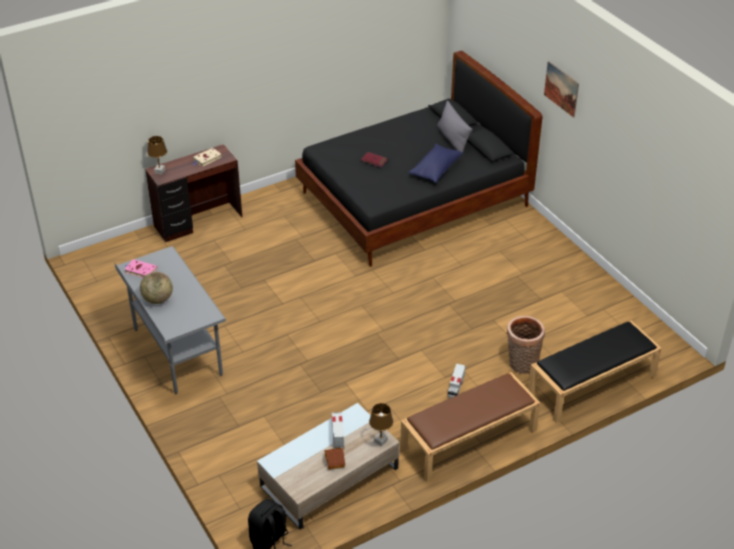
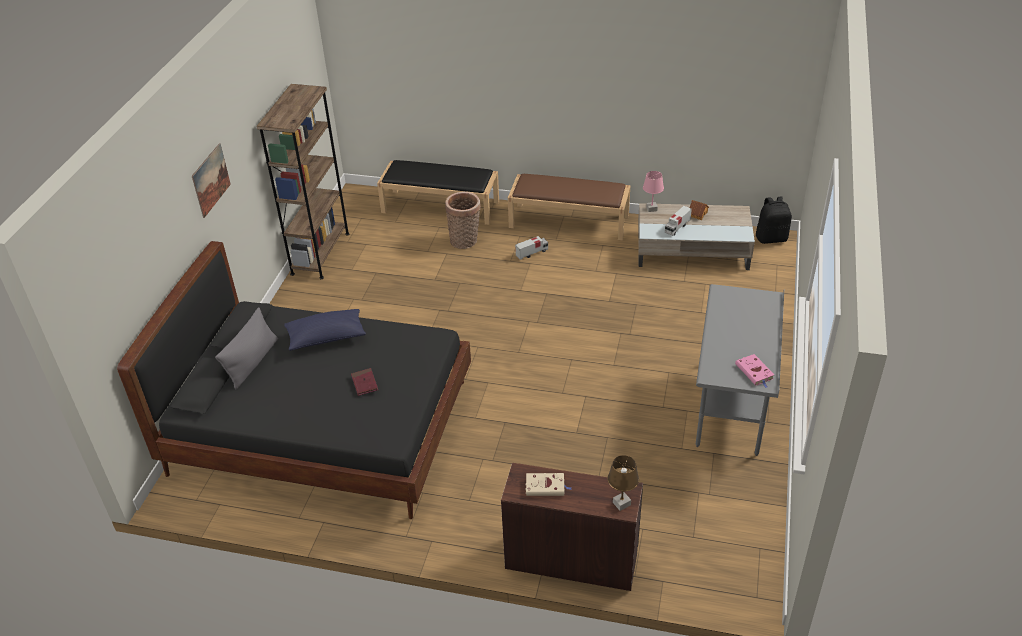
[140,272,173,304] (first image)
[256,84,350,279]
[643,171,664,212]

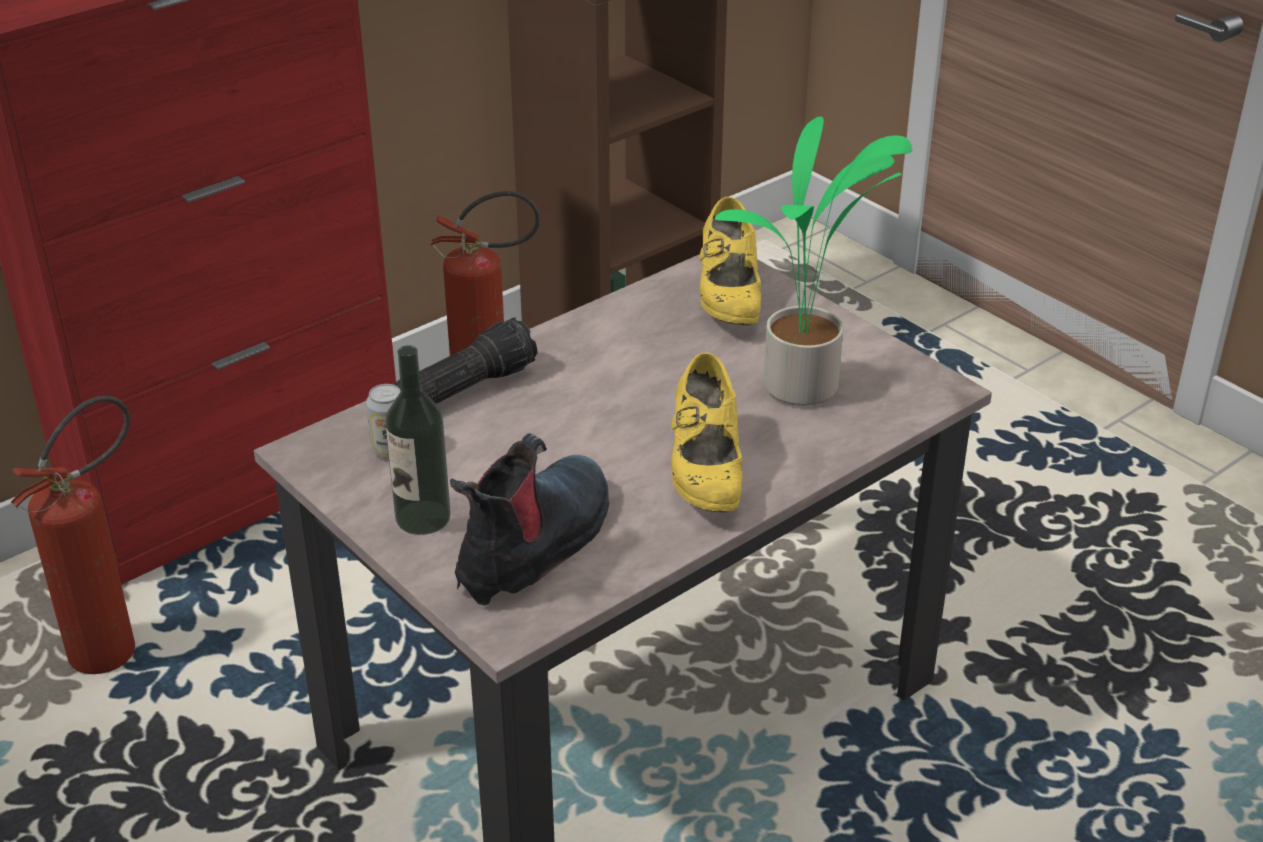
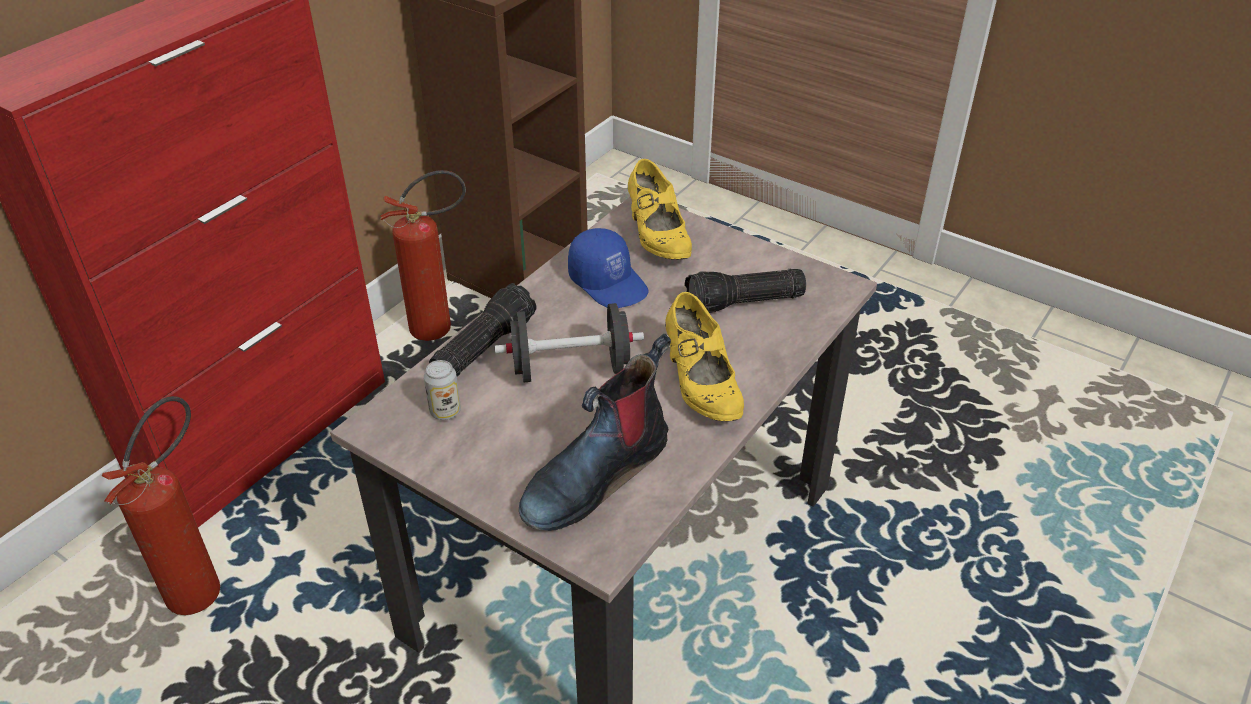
[385,345,451,535] (first image)
[495,303,644,382]
[568,228,649,308]
[684,269,806,313]
[519,333,671,531]

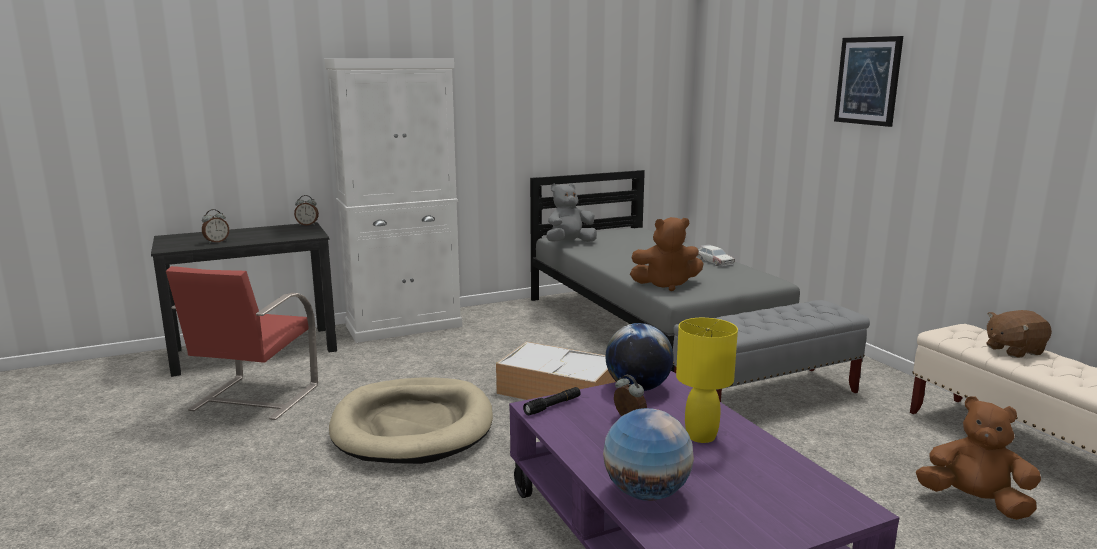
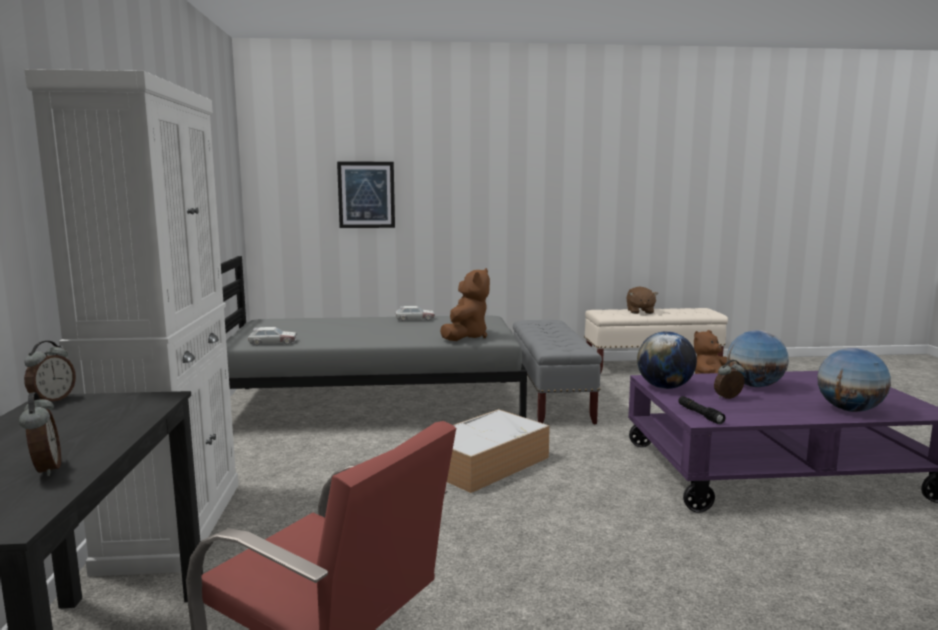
[329,377,493,464] (first image)
[337,162,395,228]
[248,327,297,345]
[727,330,789,387]

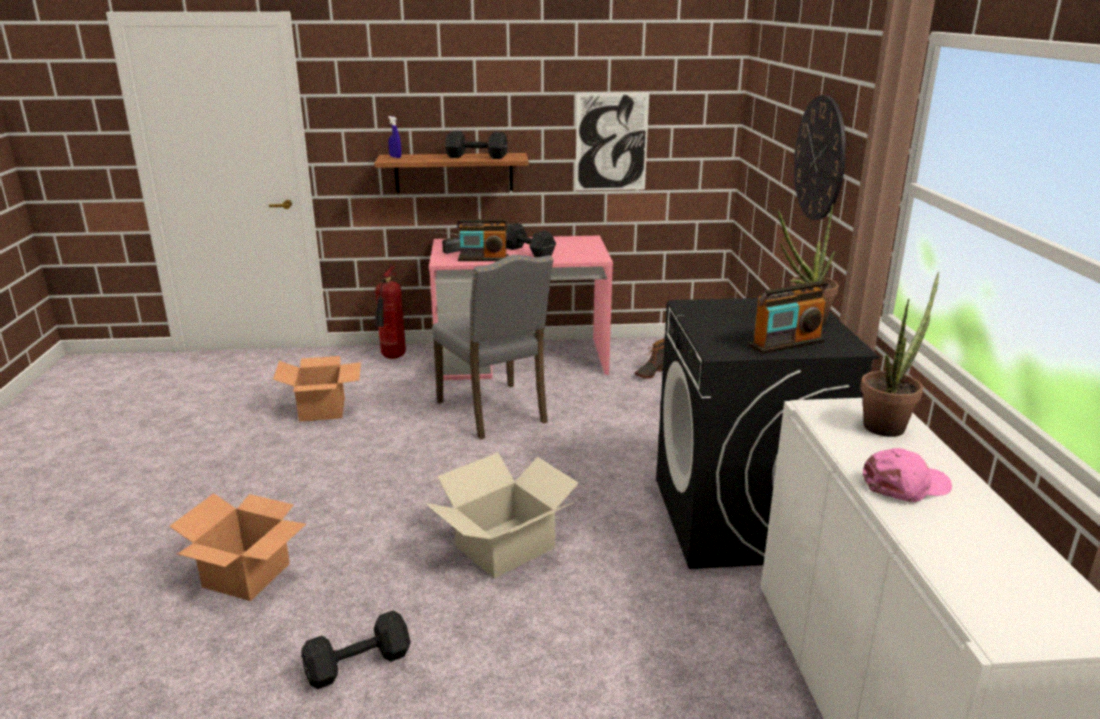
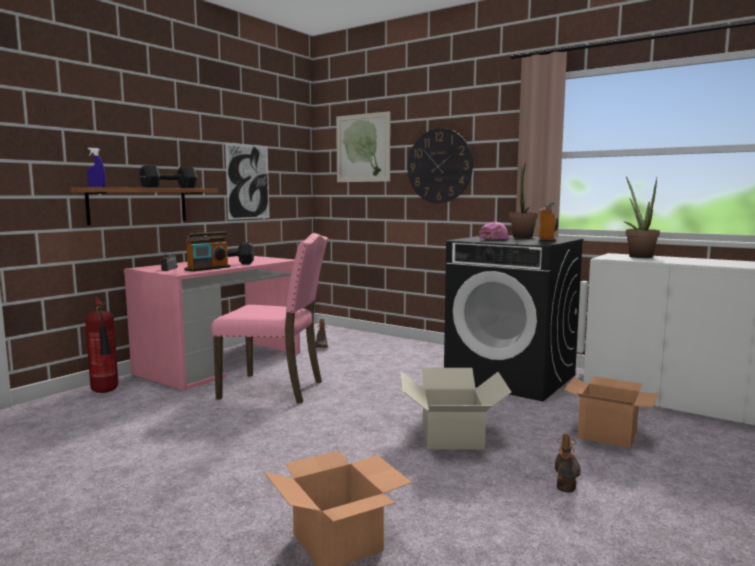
[301,610,411,689] (first image)
[336,111,390,182]
[555,434,581,492]
[564,376,658,448]
[479,221,508,239]
[211,233,328,403]

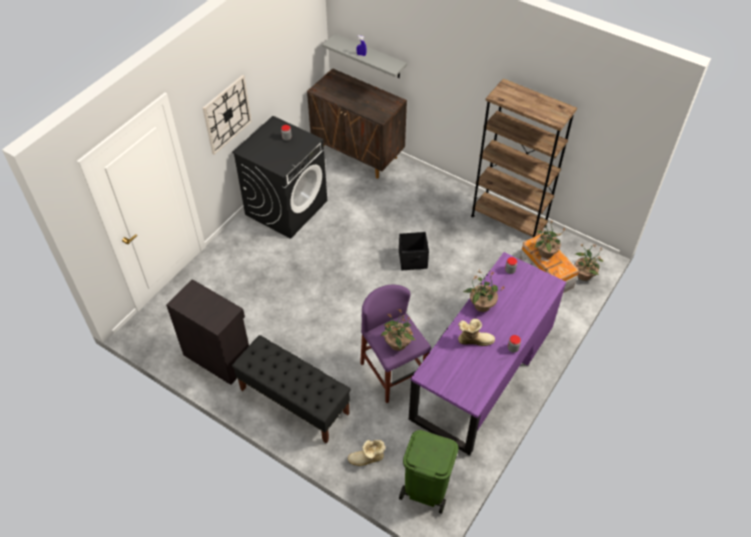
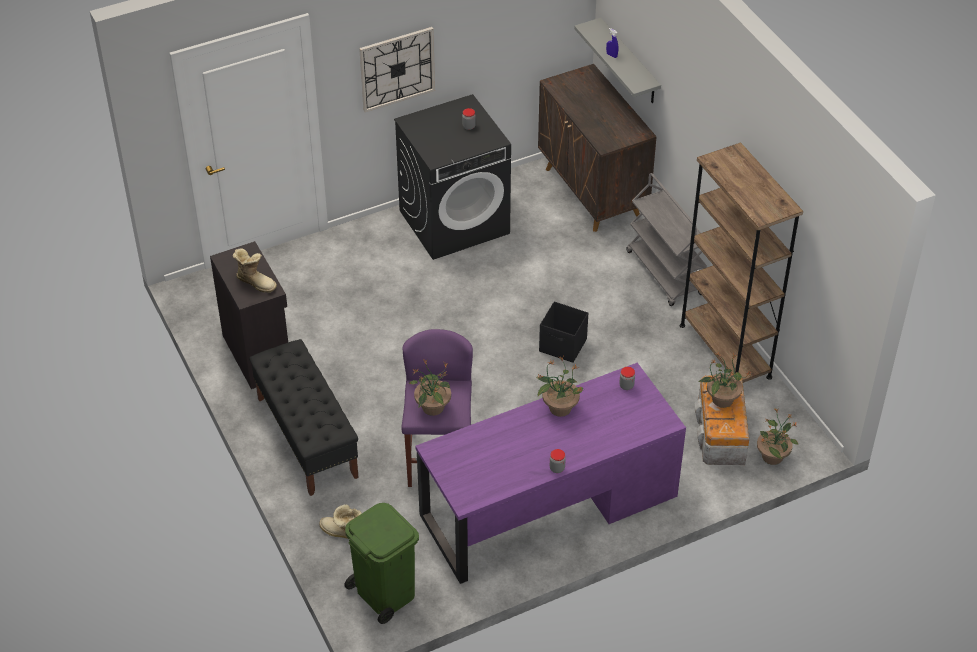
[626,173,707,306]
[232,248,277,293]

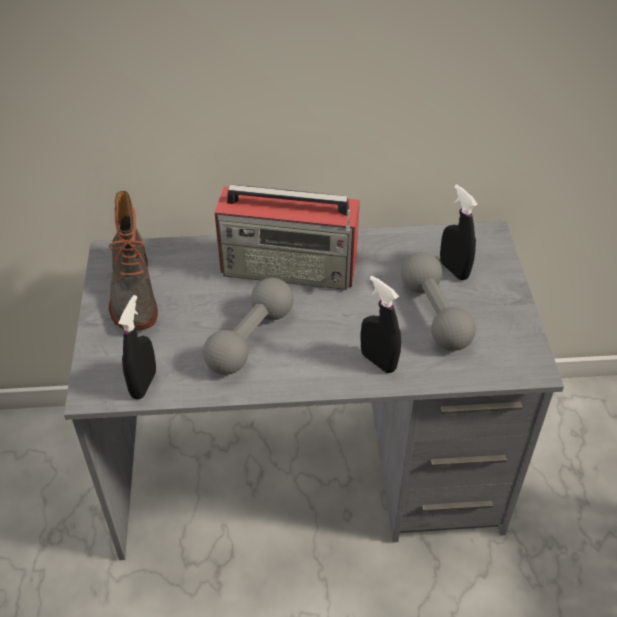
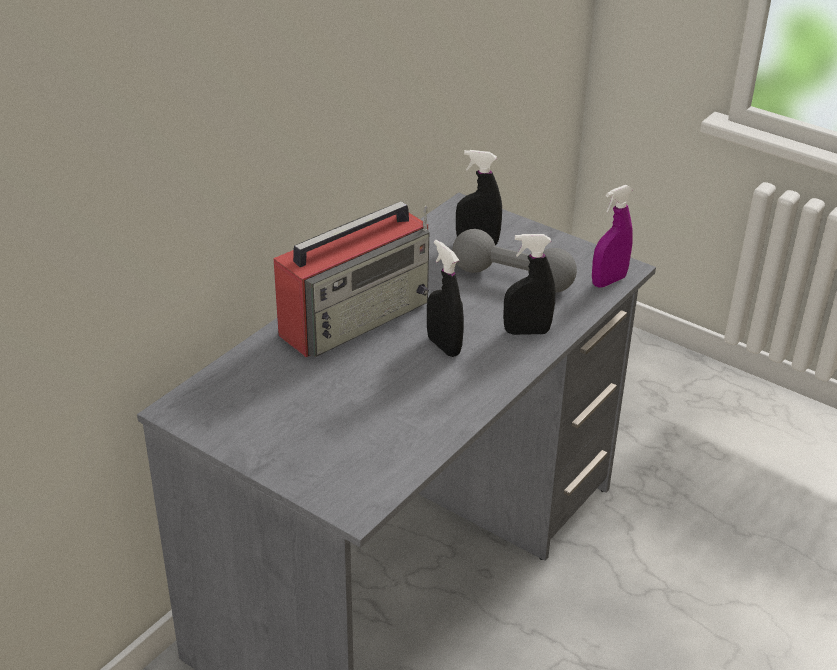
[109,191,158,330] (first image)
[203,278,294,375] (first image)
[592,185,633,288]
[427,240,464,357]

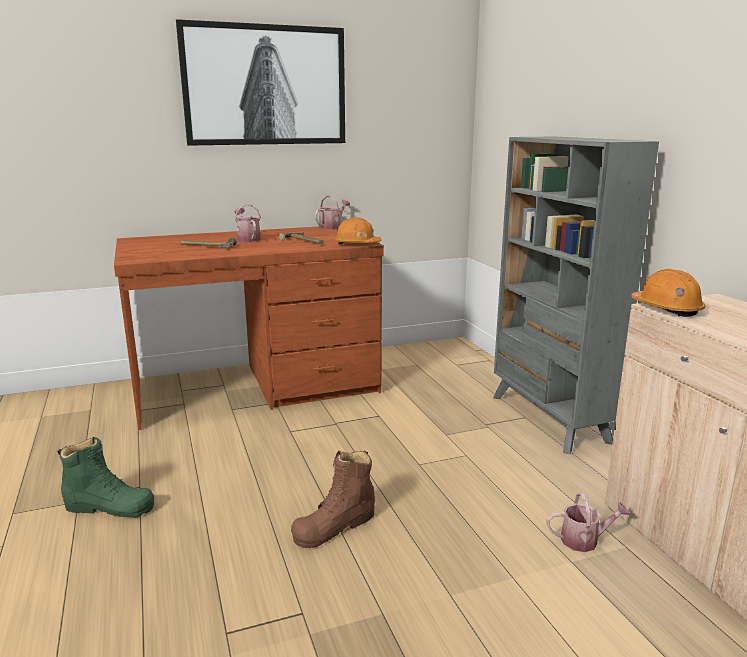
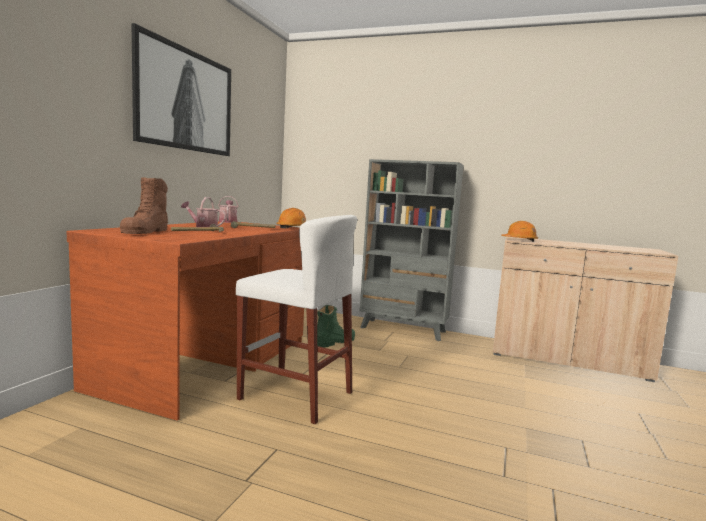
[547,493,630,552] (first image)
[236,215,357,424]
[317,305,355,348]
[120,177,168,234]

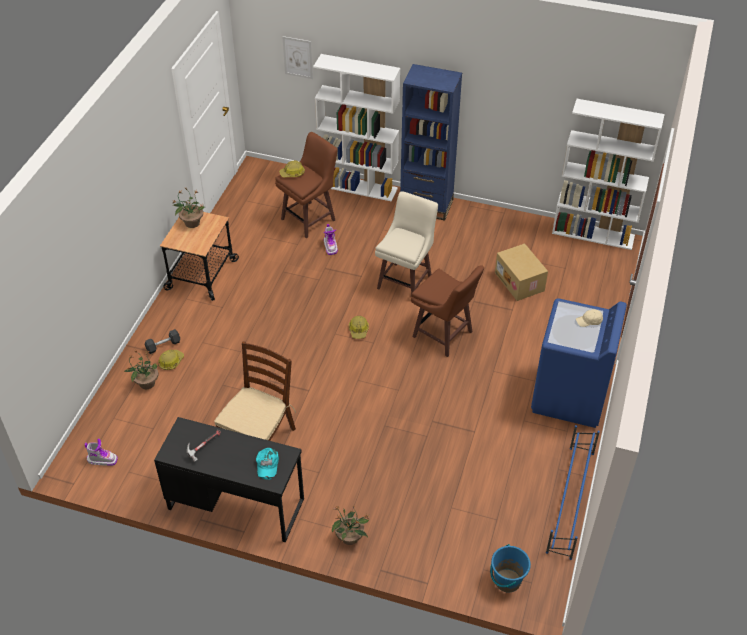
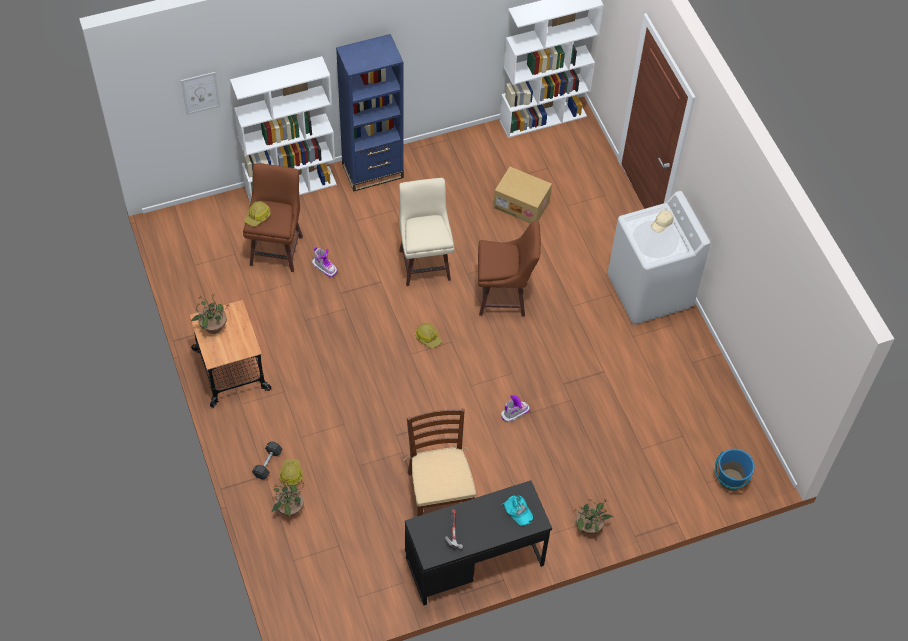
[546,425,600,560] (first image)
[501,395,530,422]
[608,191,710,325]

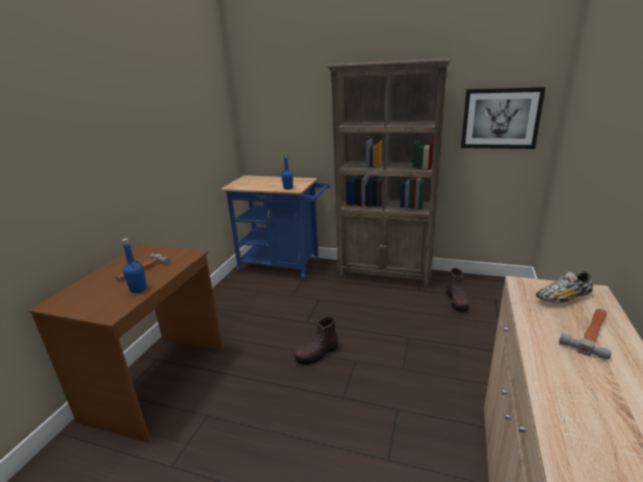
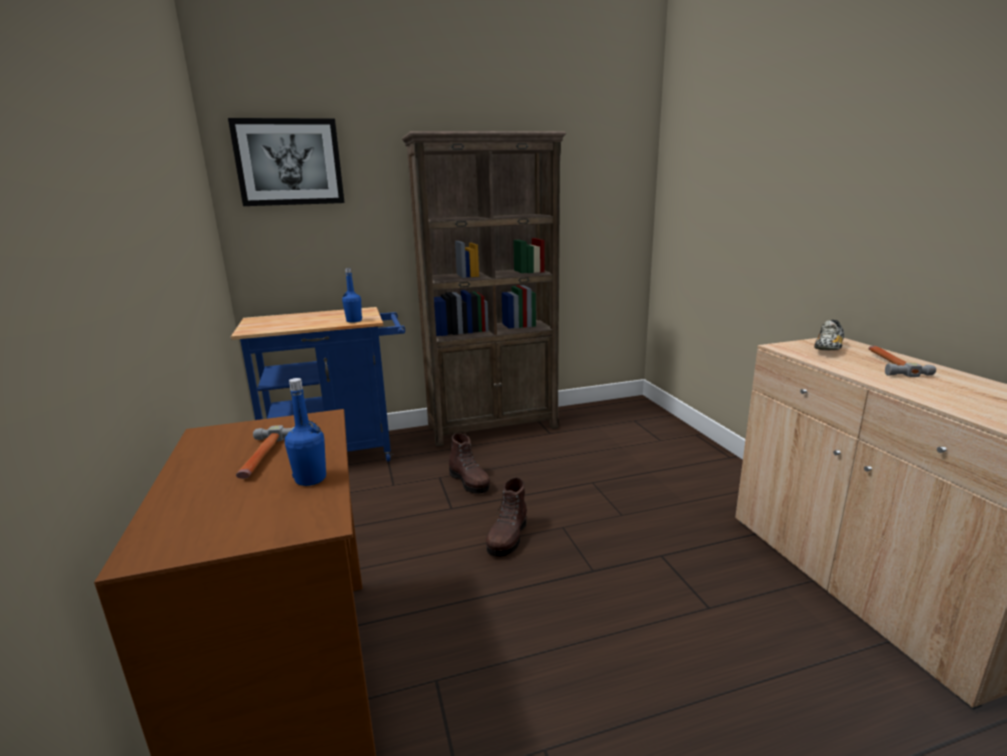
[449,433,490,494]
[228,118,345,206]

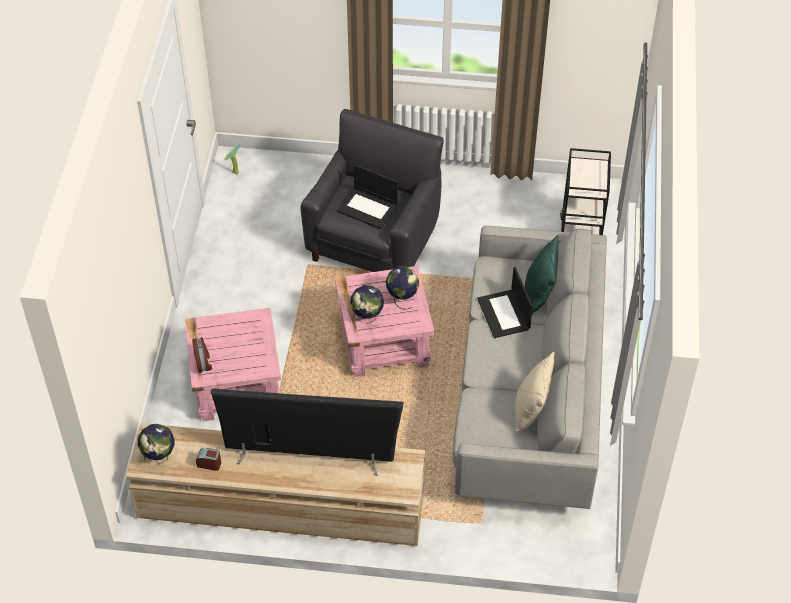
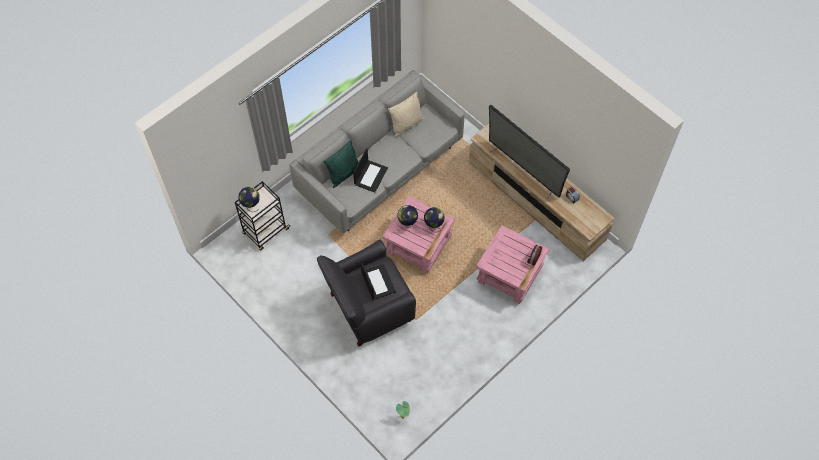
[238,187,260,212]

